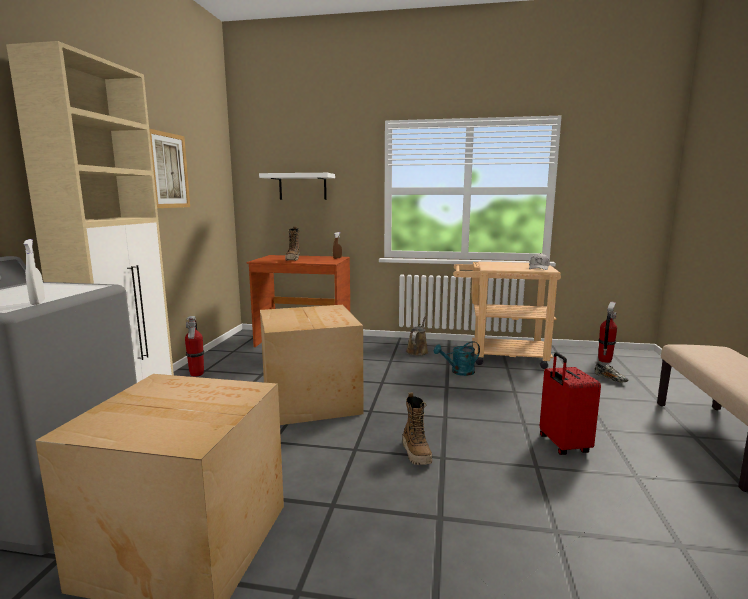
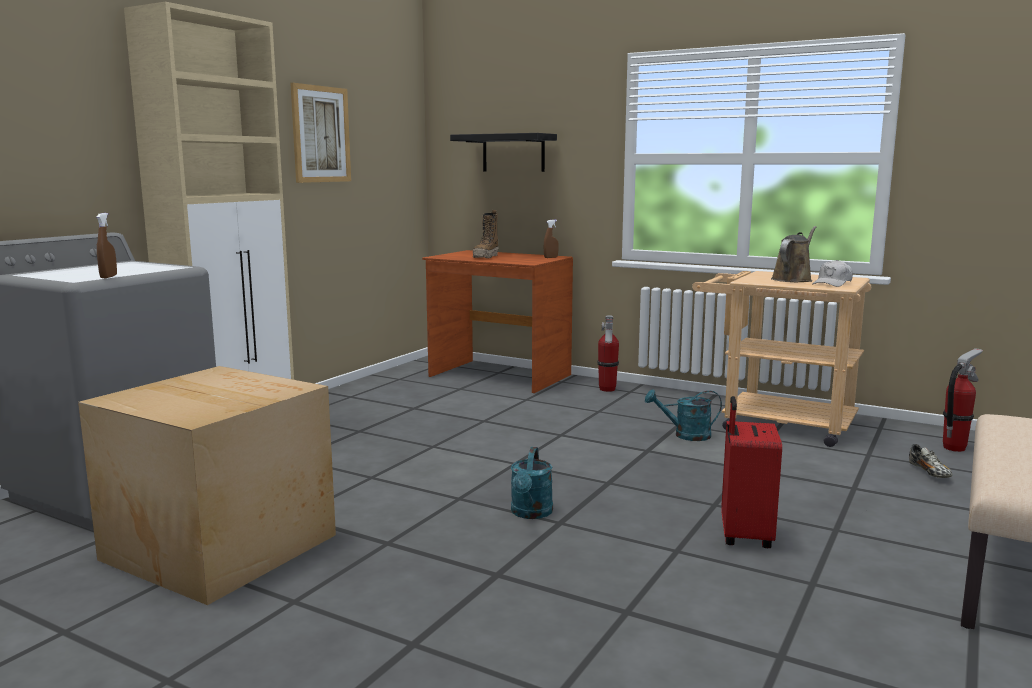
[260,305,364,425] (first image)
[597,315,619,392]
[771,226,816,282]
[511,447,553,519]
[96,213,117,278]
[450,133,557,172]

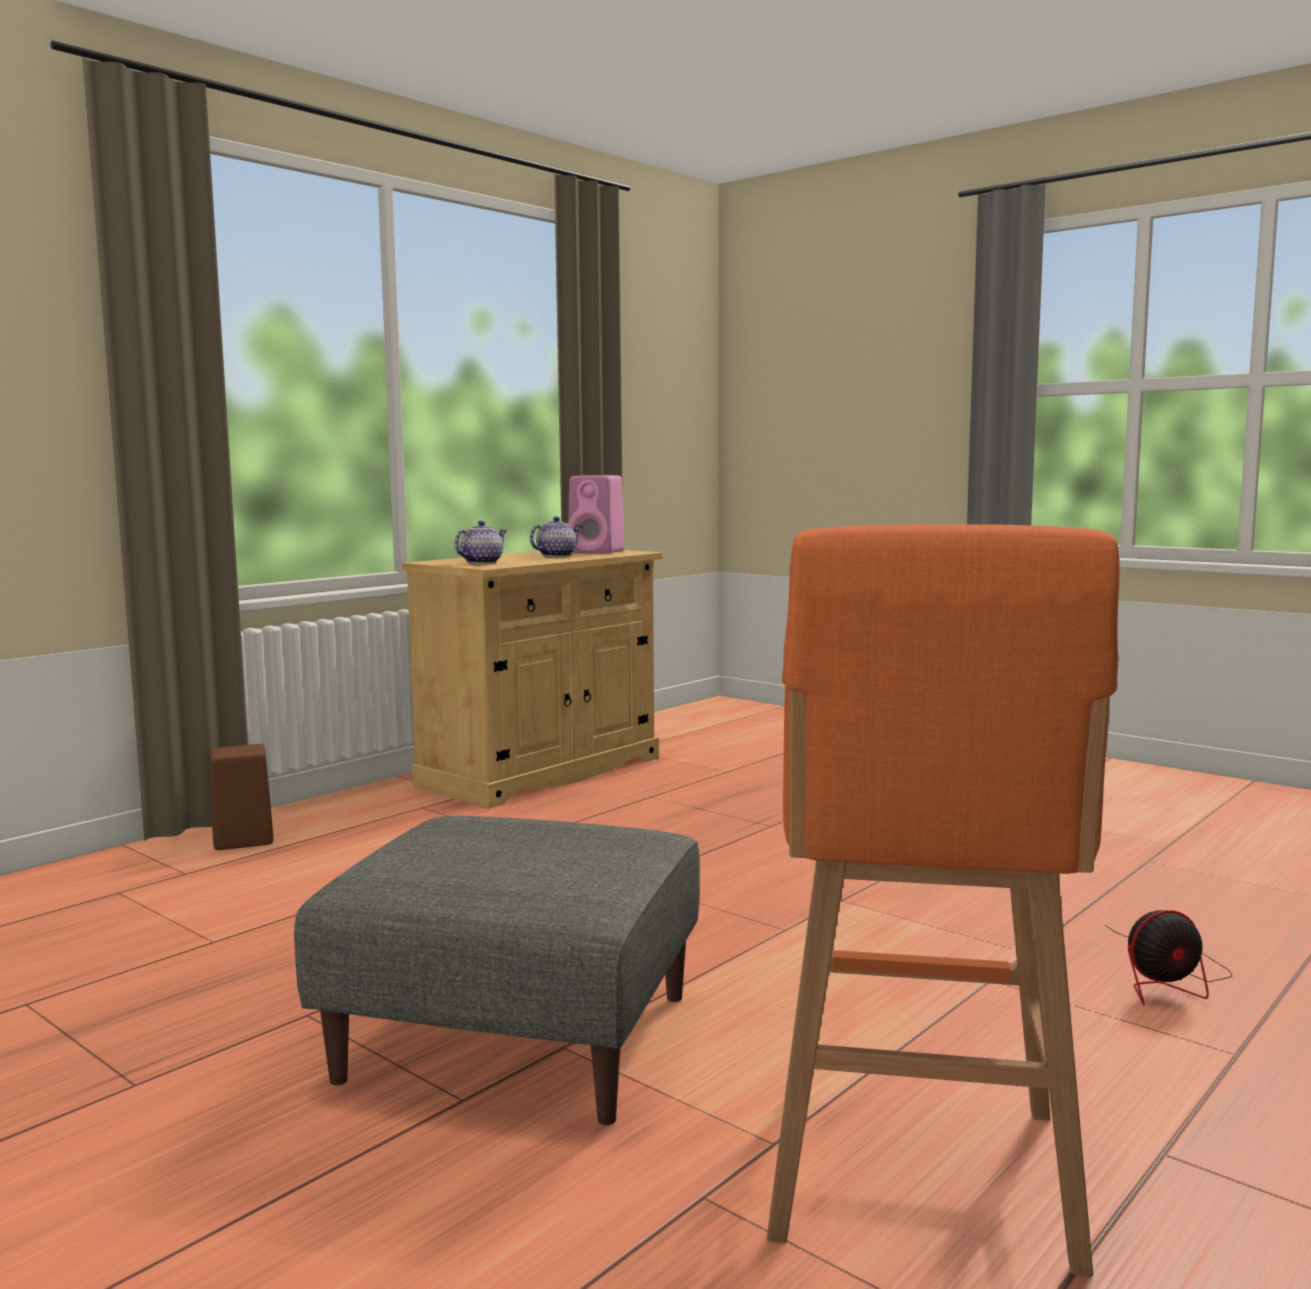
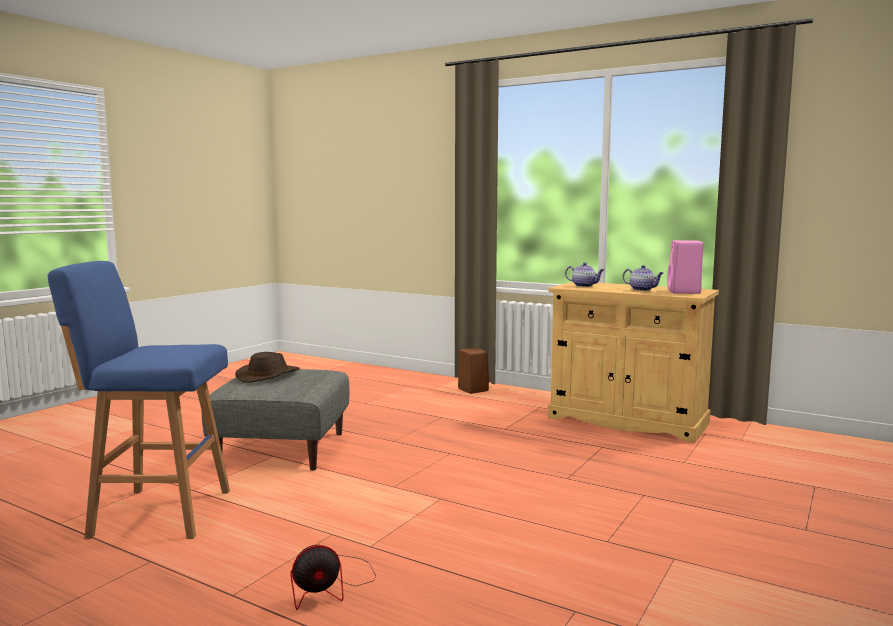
[235,352,300,383]
[48,261,230,539]
[290,545,376,610]

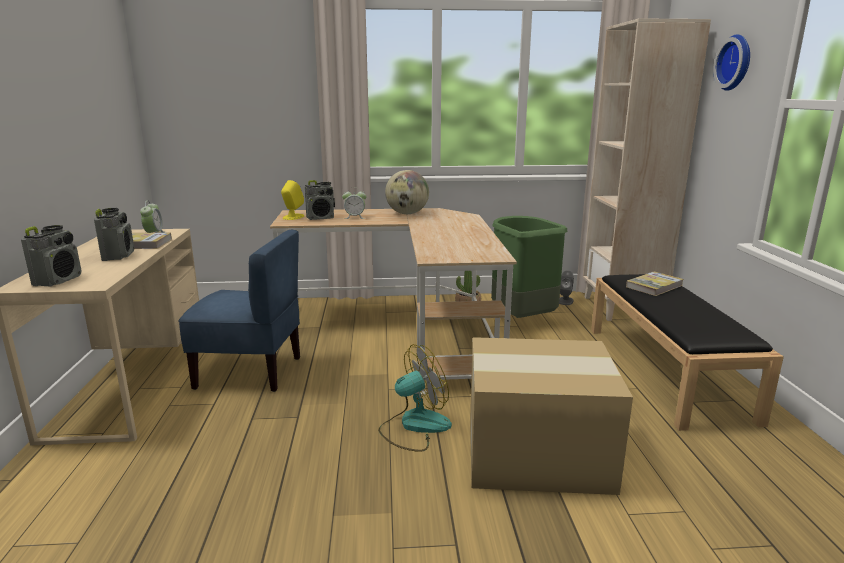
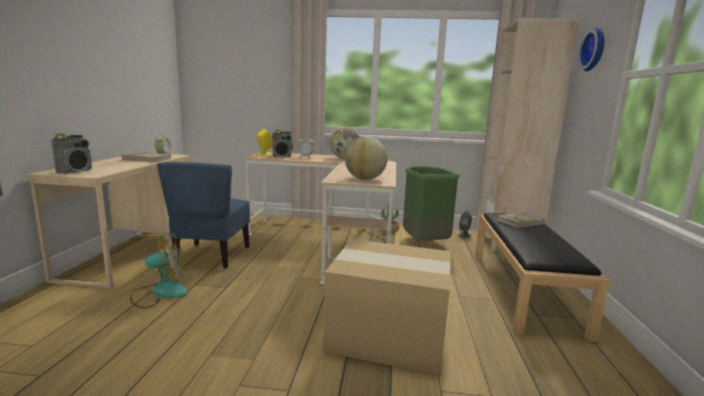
[94,208,134,261] (first image)
[345,137,388,180]
[130,232,188,308]
[157,162,250,269]

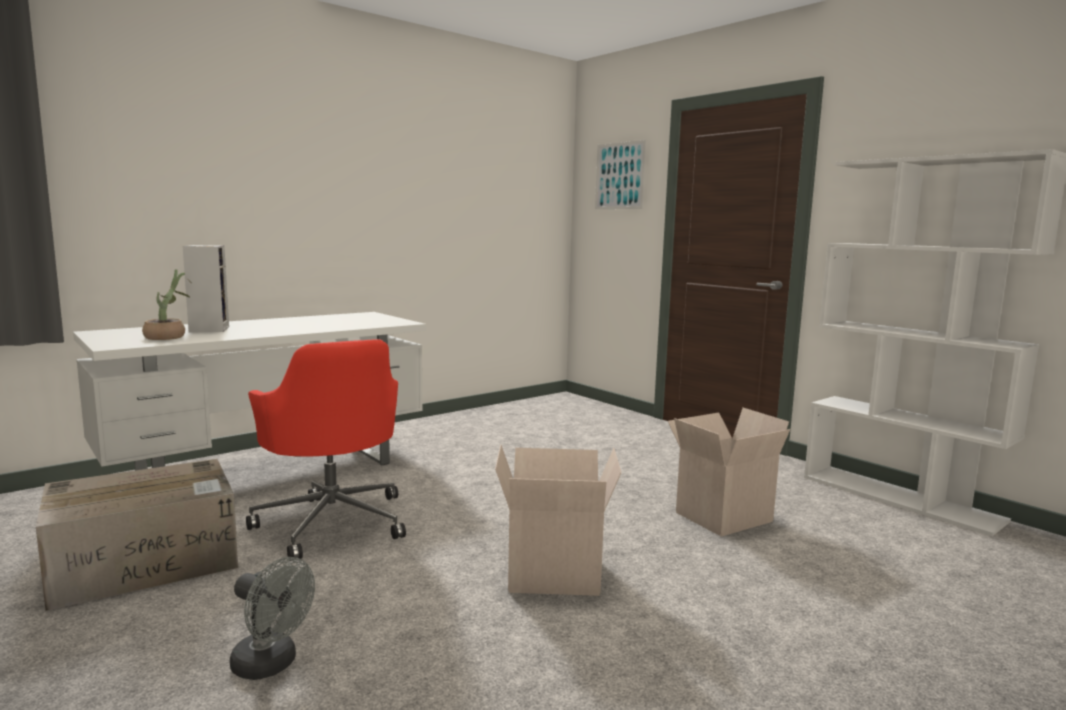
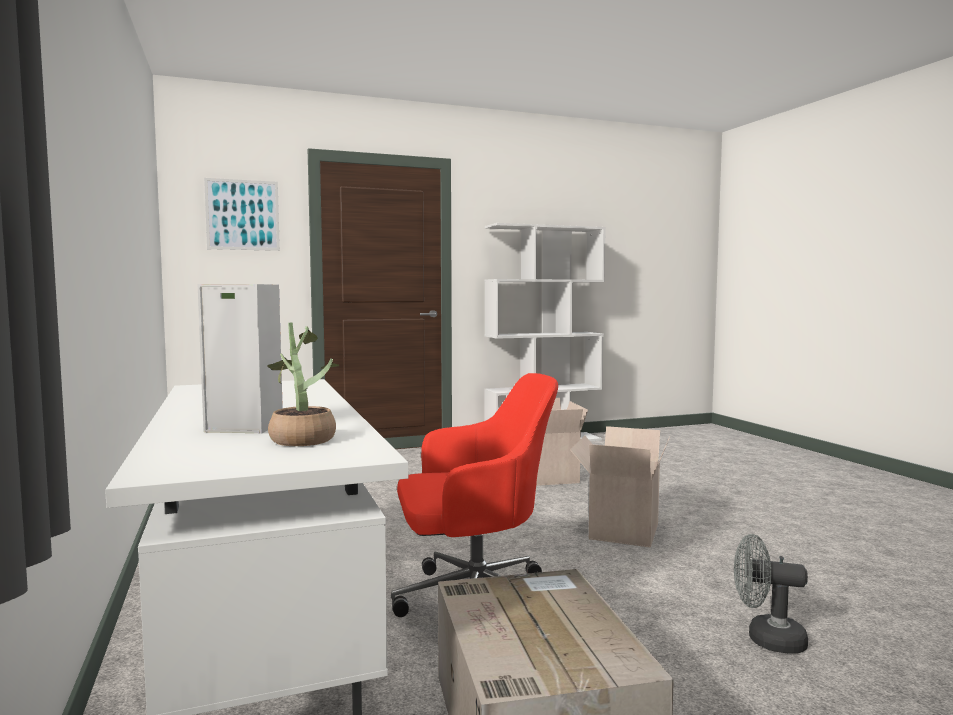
[734,534,808,653]

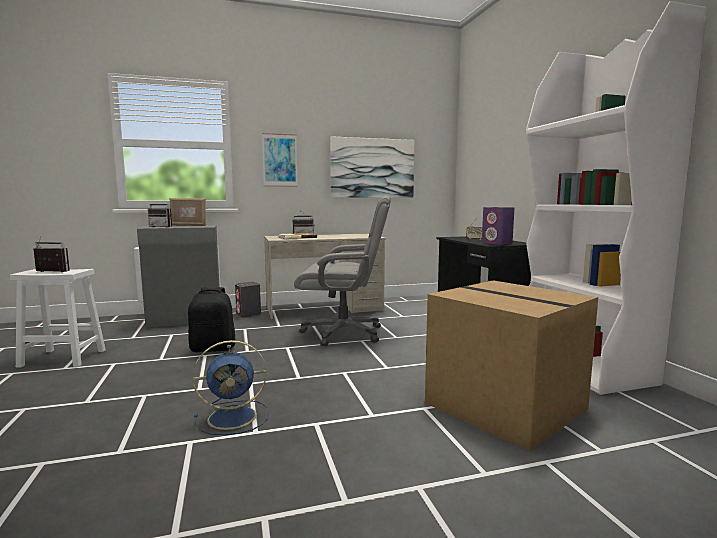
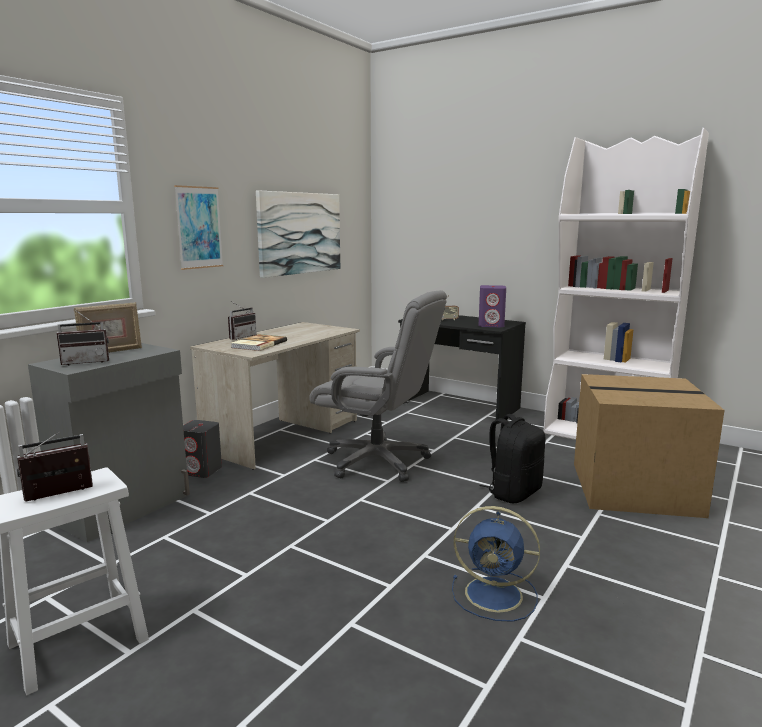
[480,414,546,503]
[452,506,540,622]
[309,290,447,482]

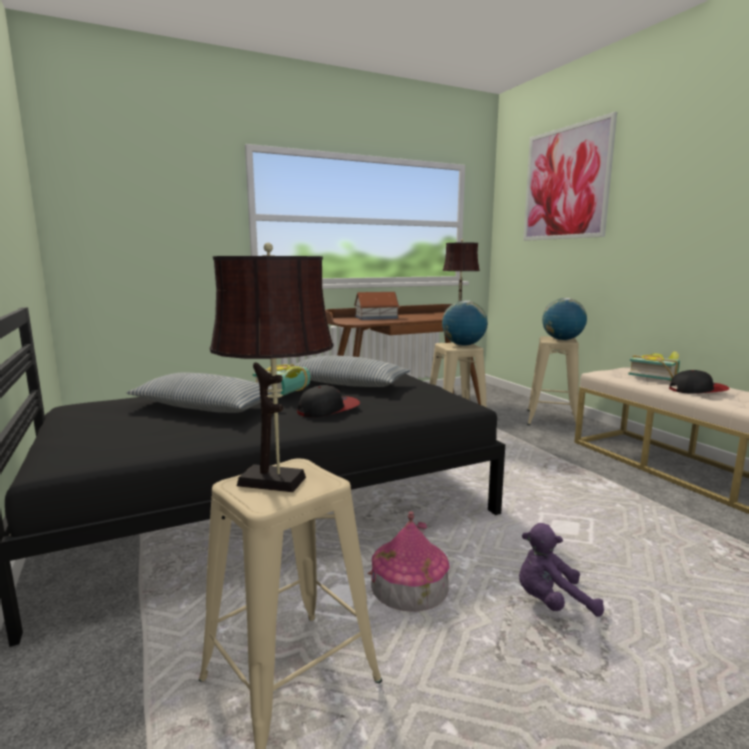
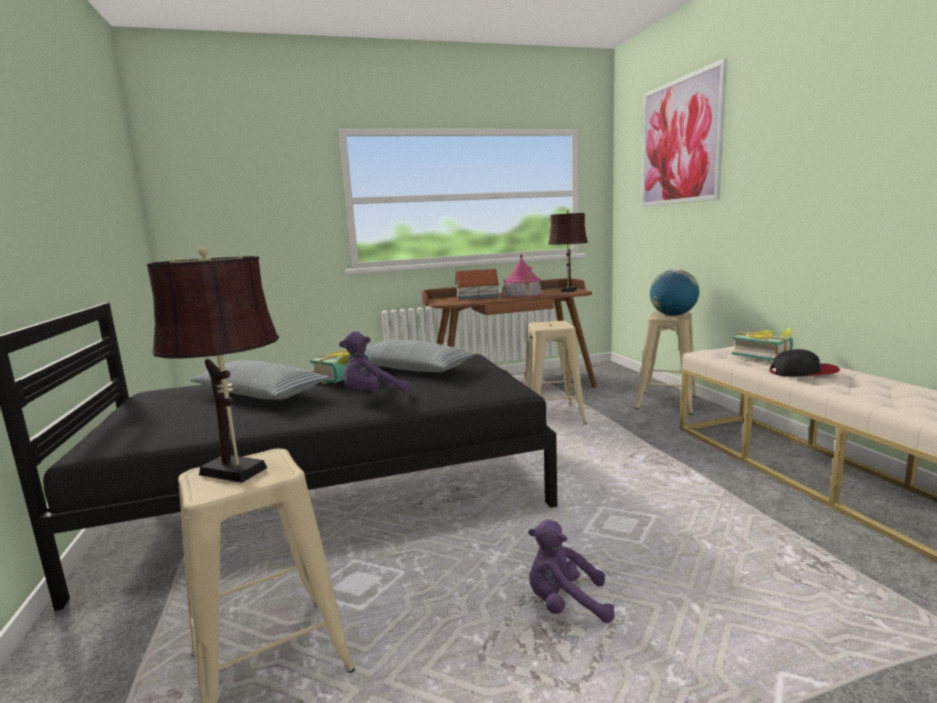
[442,301,488,346] (first image)
[502,254,543,298]
[339,331,409,393]

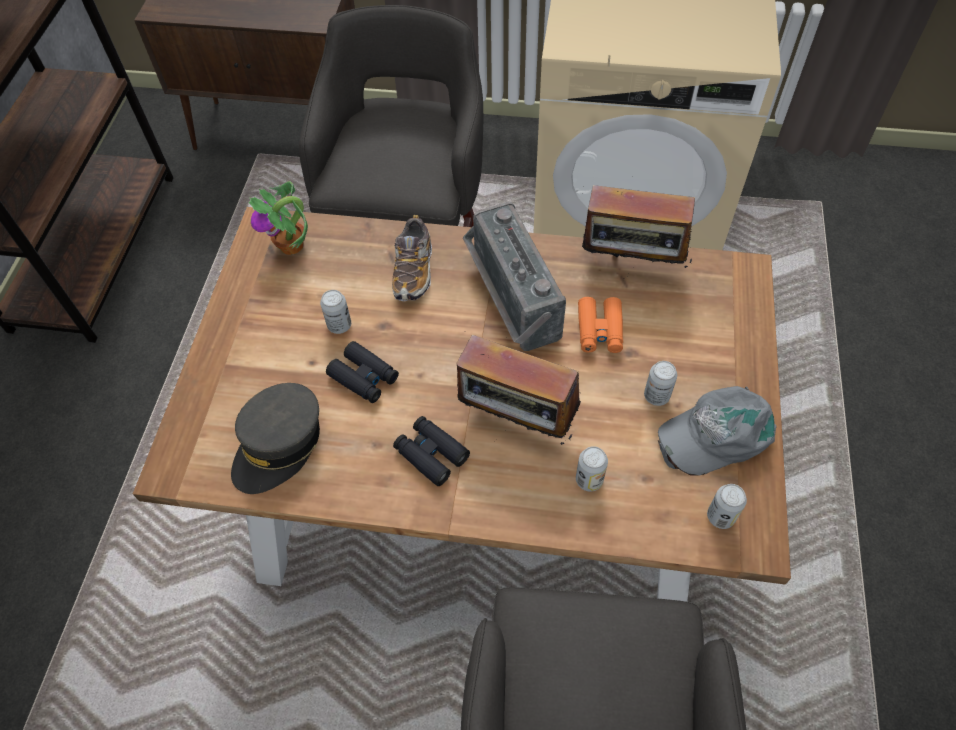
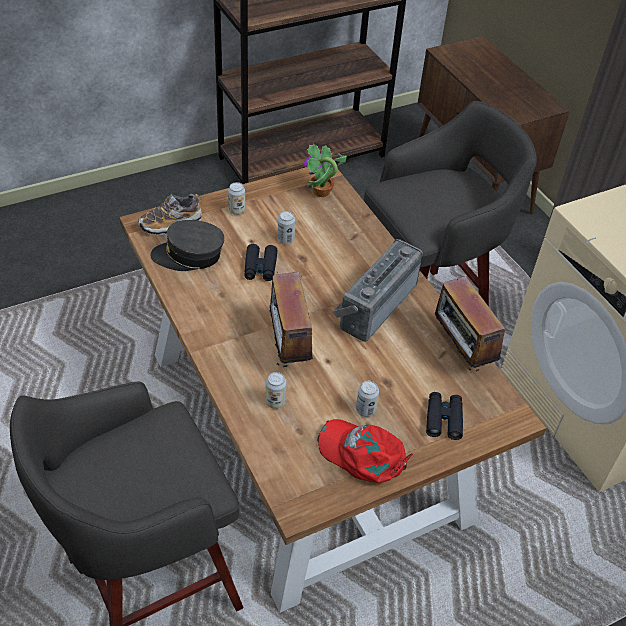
[578,297,623,353] (first image)
[138,194,202,235]
[426,392,463,440]
[228,182,245,215]
[317,419,413,483]

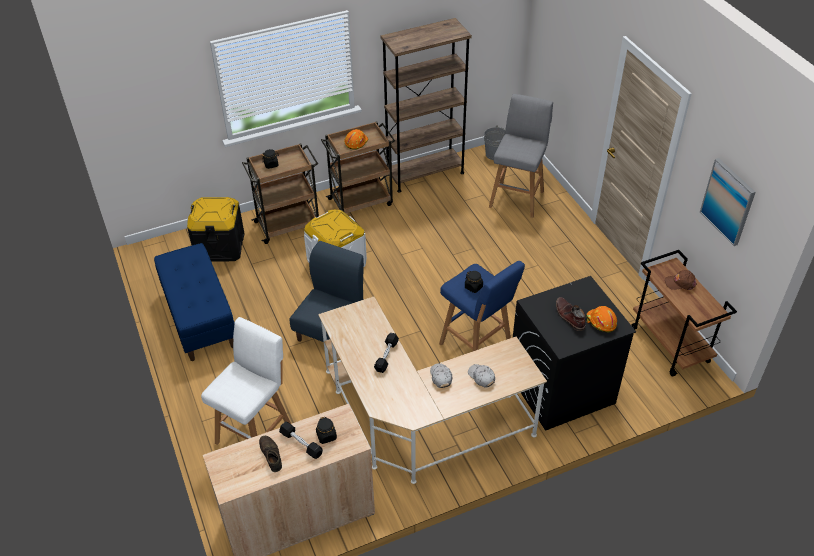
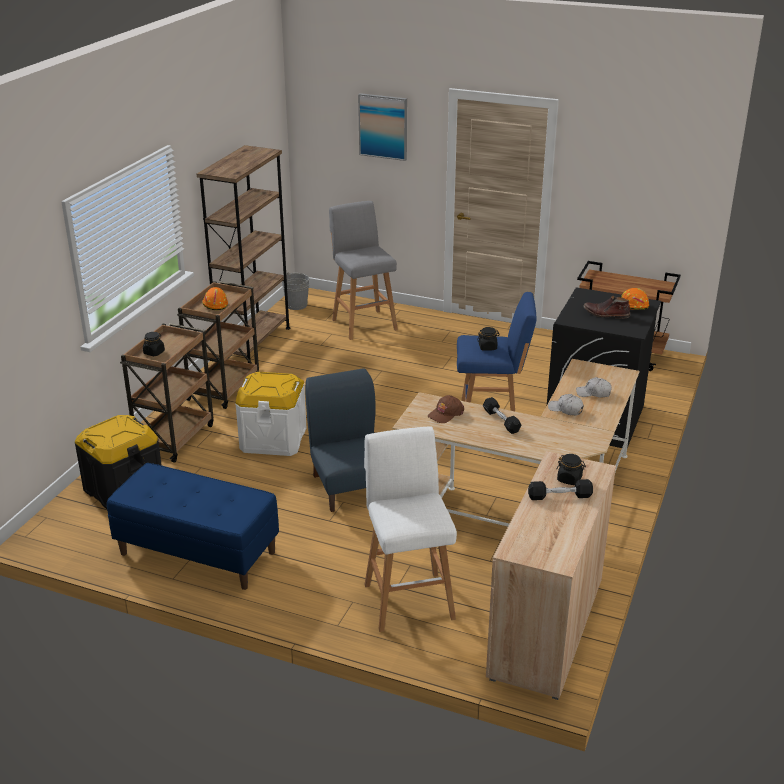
[259,436,282,472] (first image)
[428,395,464,423]
[358,93,407,161]

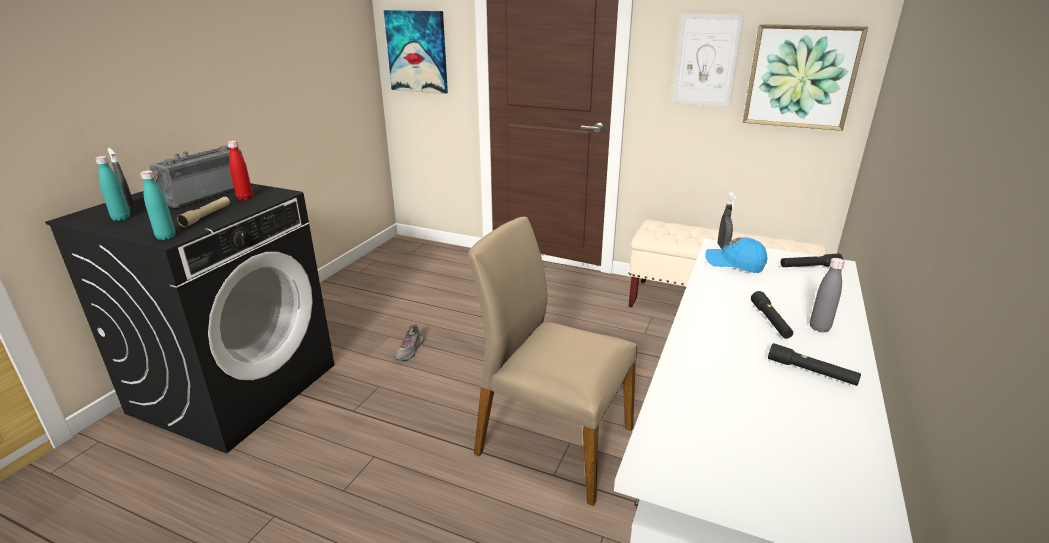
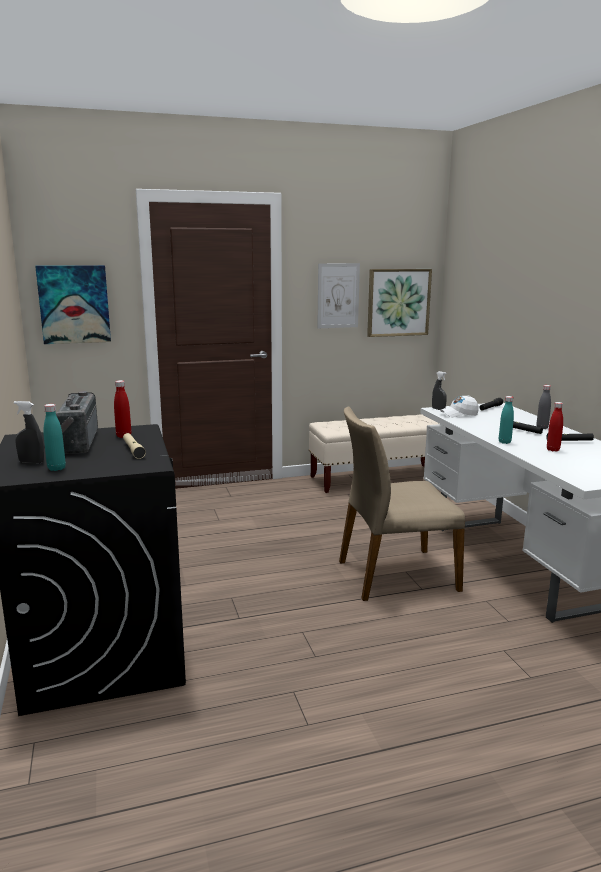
[394,324,424,361] (first image)
[547,402,563,452]
[499,396,514,444]
[440,395,479,418]

